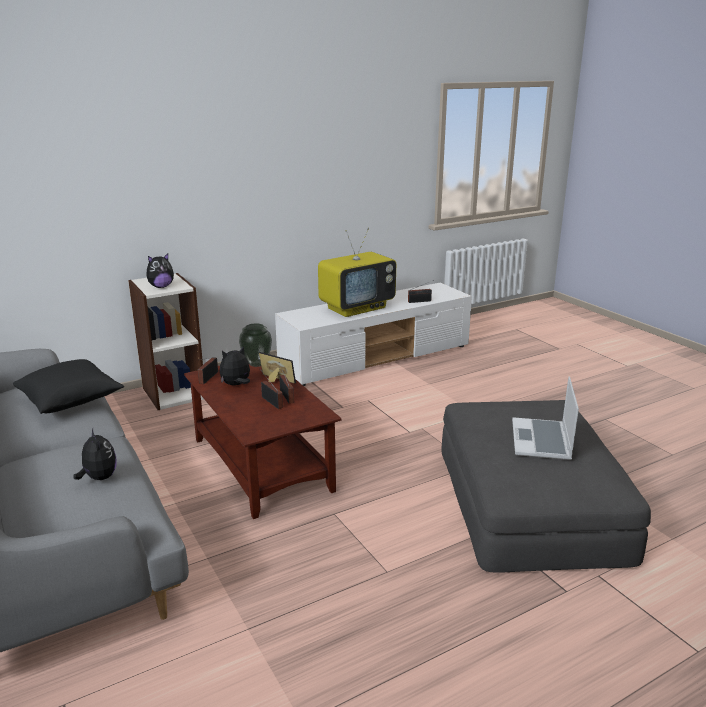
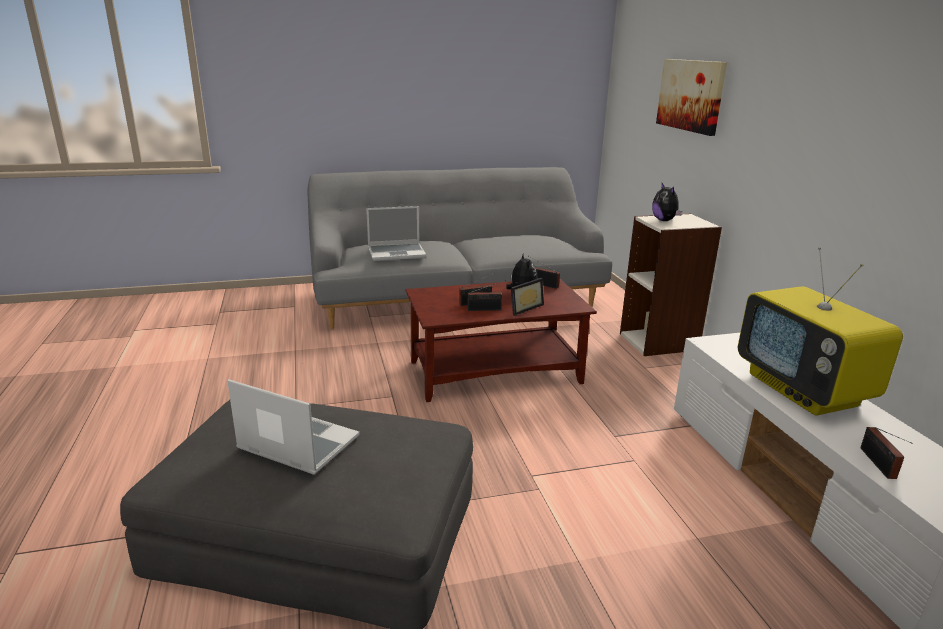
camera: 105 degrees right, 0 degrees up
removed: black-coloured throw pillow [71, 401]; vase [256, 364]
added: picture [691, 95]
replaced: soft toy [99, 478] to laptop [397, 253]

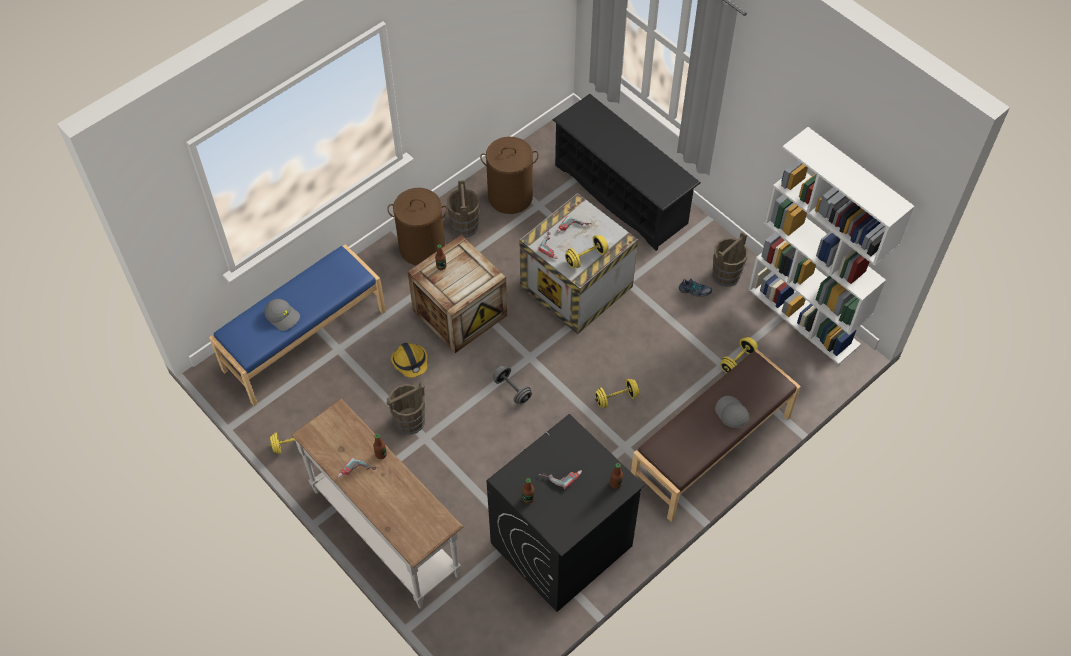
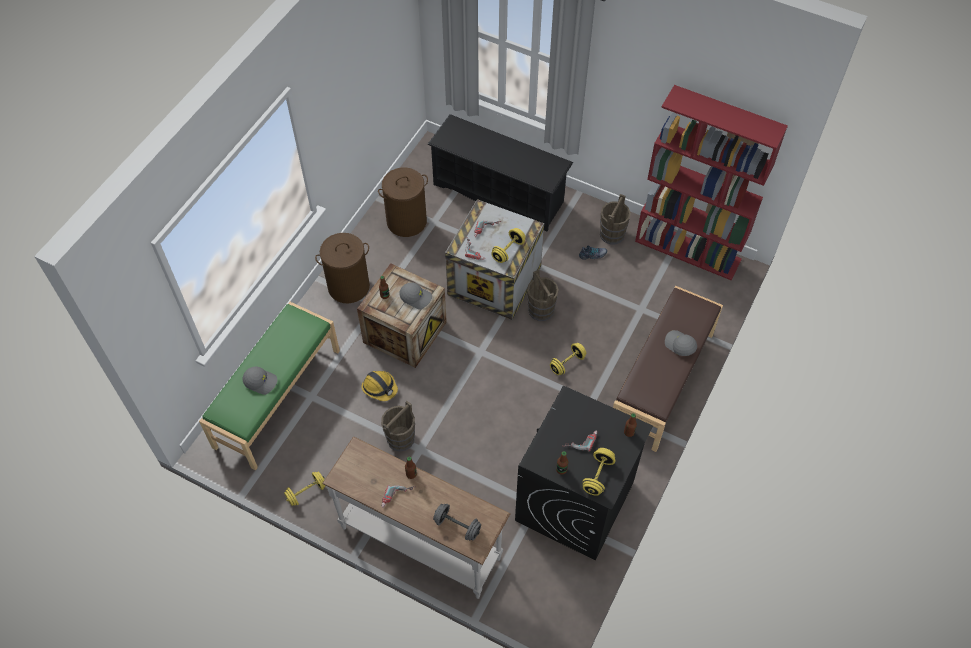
camera: 20 degrees left, 0 degrees up
added: grey baseball cap [416, 297]
moved: brown bucket [464, 226] to [541, 310]; grey dumbbell [512, 390] to [457, 526]; yellow-coloured dumbbell [737, 361] to [597, 476]
recoloured: blue indoor bench [304, 339] to green-coloured indoor bench [277, 397]; white bookcase [804, 317] to reddish bookcase [688, 250]

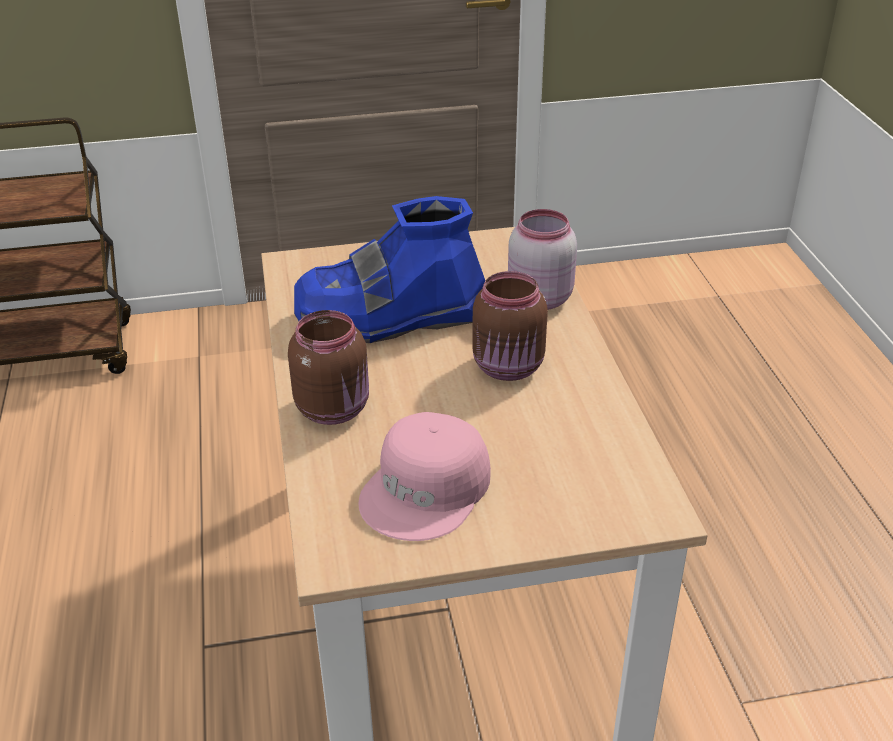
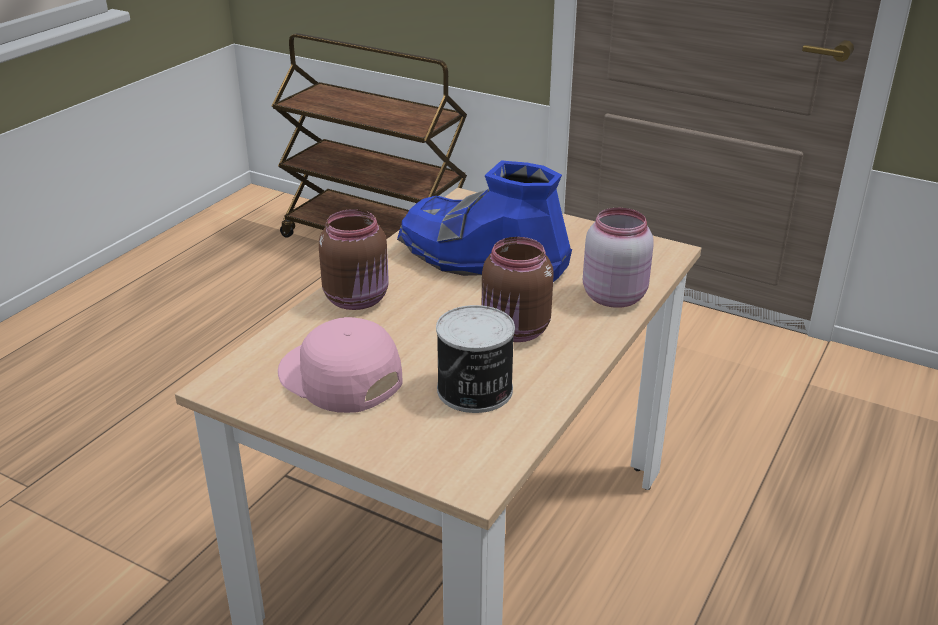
camera: 40 degrees right, 5 degrees down
added: can [475, 391]
turned: pink-coloured baseball cap [428, 489] = [339, 377] 60 degrees clockwise

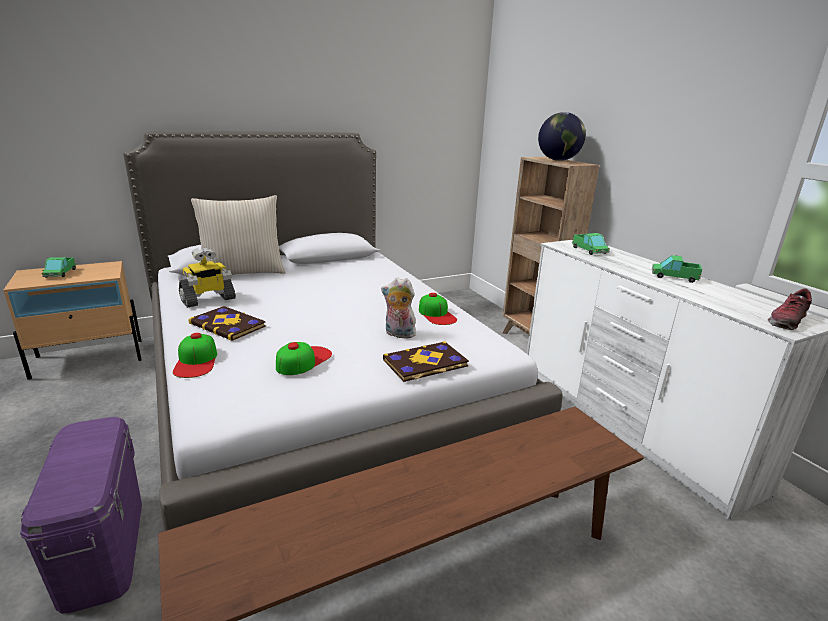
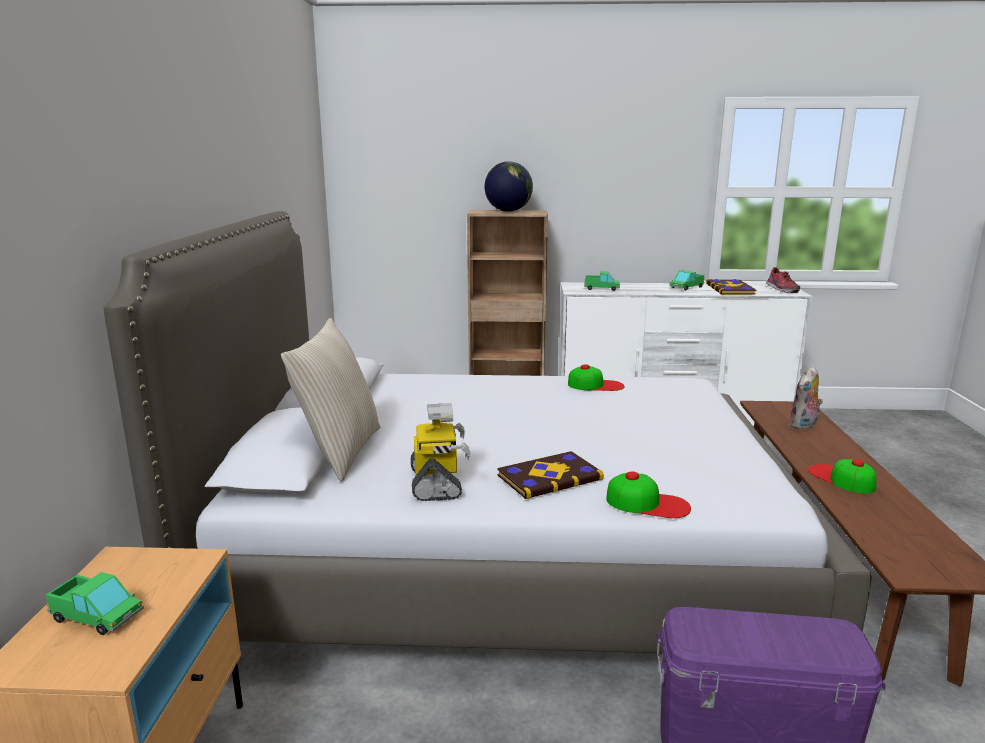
camera: 60 degrees left, 5 degrees down
moved: baseball cap [303, 360] to [841, 478]; soft toy [398, 334] to [804, 426]; bound book [425, 364] to [730, 289]

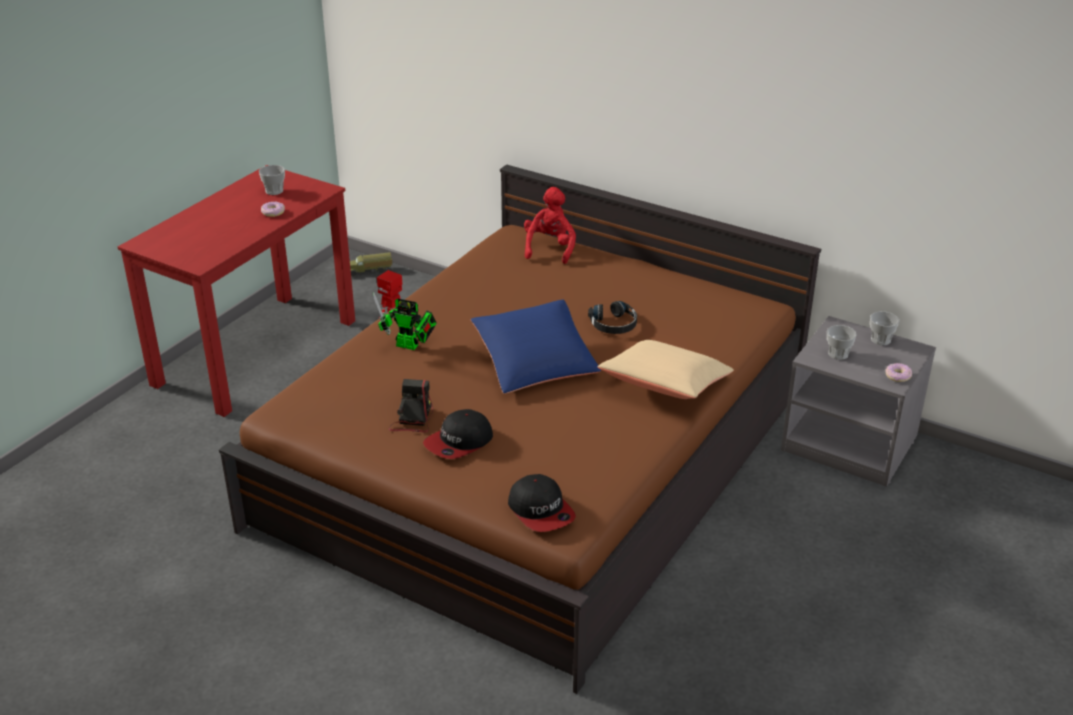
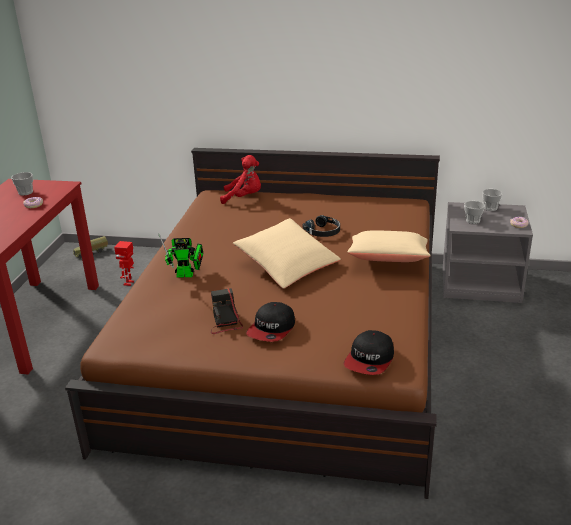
camera: 20 degrees left, 5 degrees down
recoloured: blue throw pillow [534, 362] to beige throw pillow [287, 265]
turned: baseball cap [541, 511] = [370, 360] 75 degrees clockwise; reddish soft toy [550, 248] = [244, 198] 105 degrees clockwise

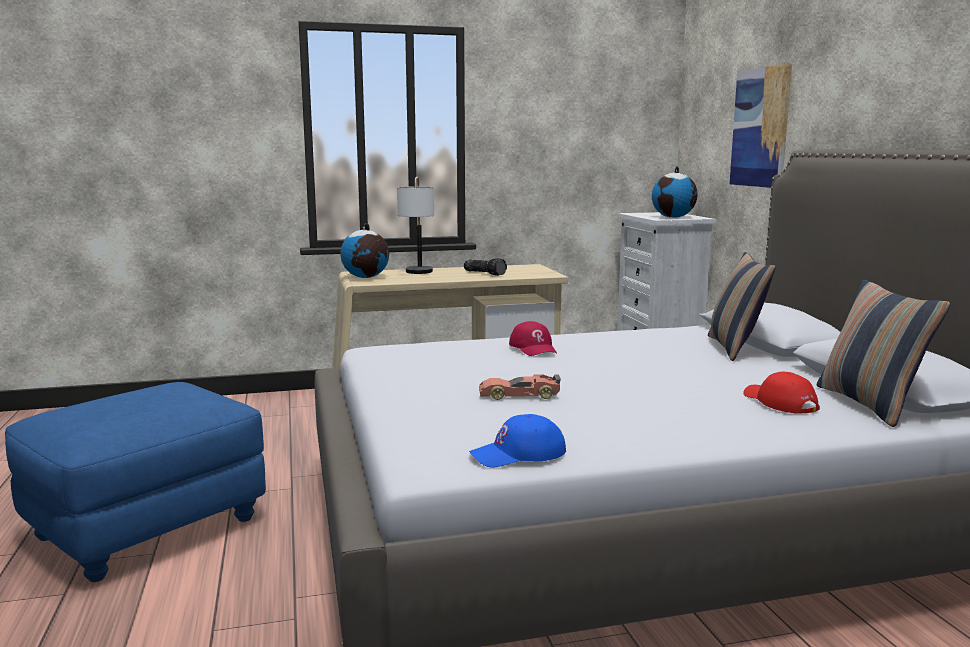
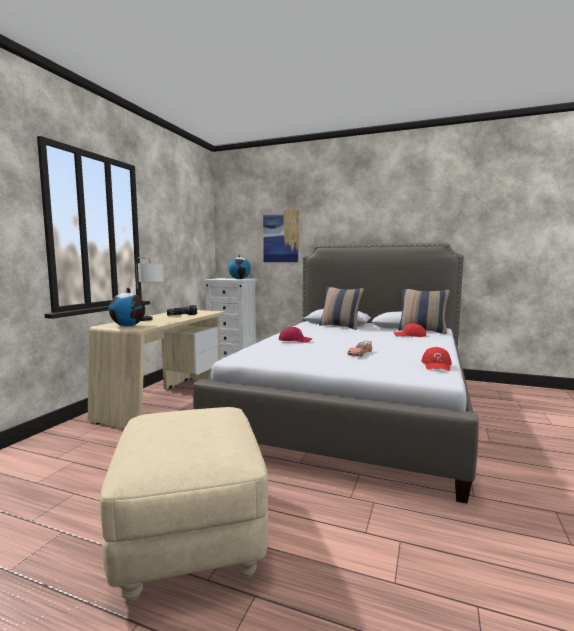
camera: 55 degrees left, 5 degrees down
recoloured: blue ottoman [148, 527] to beige ottoman [190, 534]; blue baseball cap [518, 454] to reddish baseball cap [437, 365]

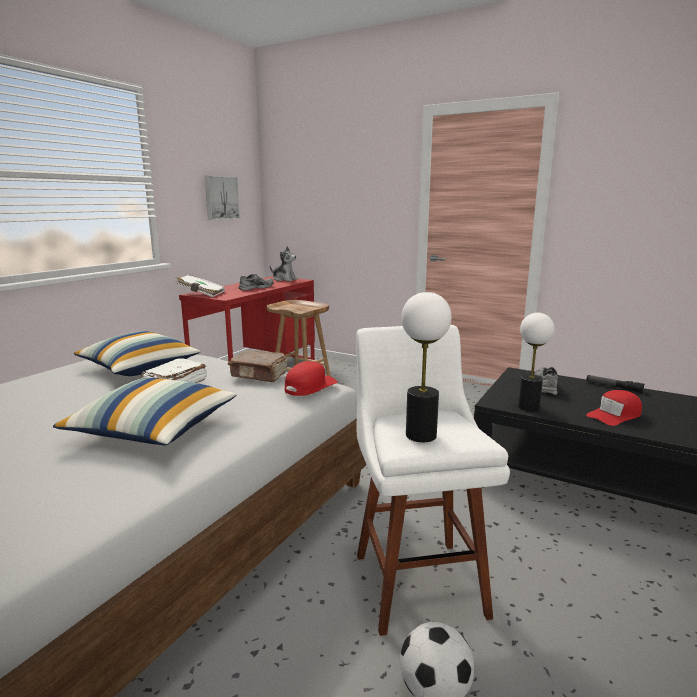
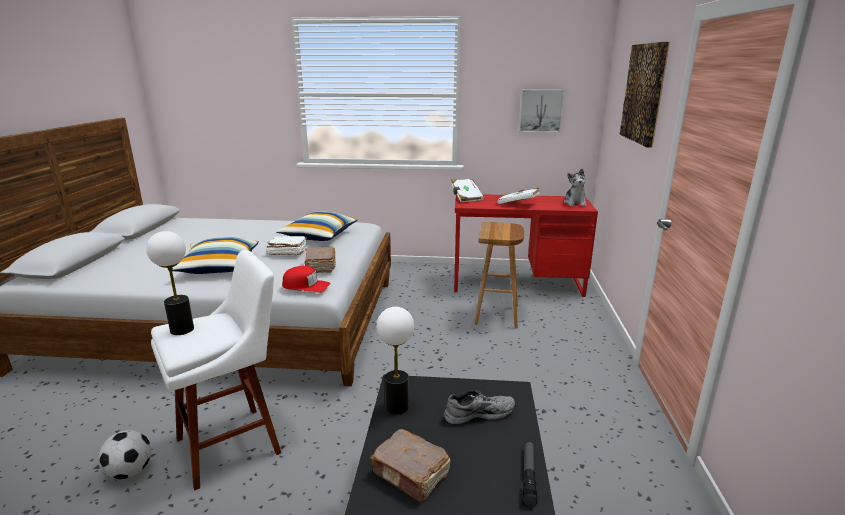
camera: 65 degrees right, 5 degrees up
added: picture [644, 93]
replaced: grey low shoe [255, 288] to white bound book [518, 204]; reddish baseball cap [615, 415] to brown bound book [411, 474]

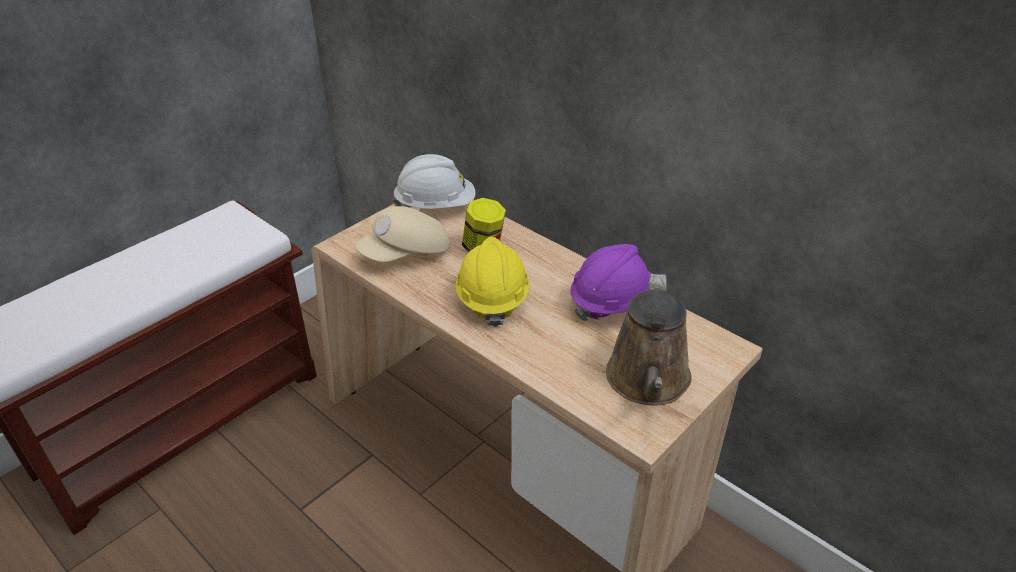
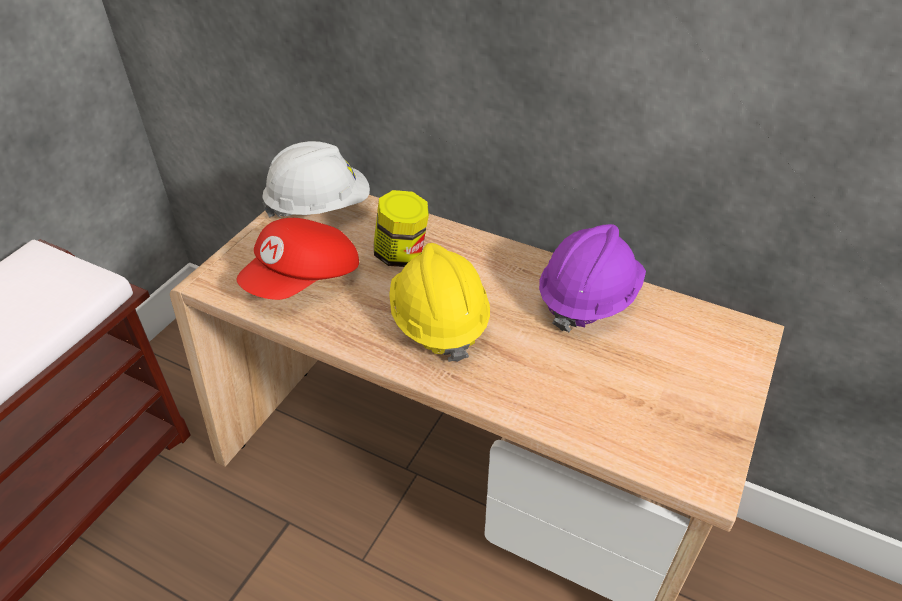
camera: 15 degrees left, 5 degrees up
removed: brown watering pot [648, 382]
recoloured: beige baseball cap [406, 254] to reddish baseball cap [304, 280]

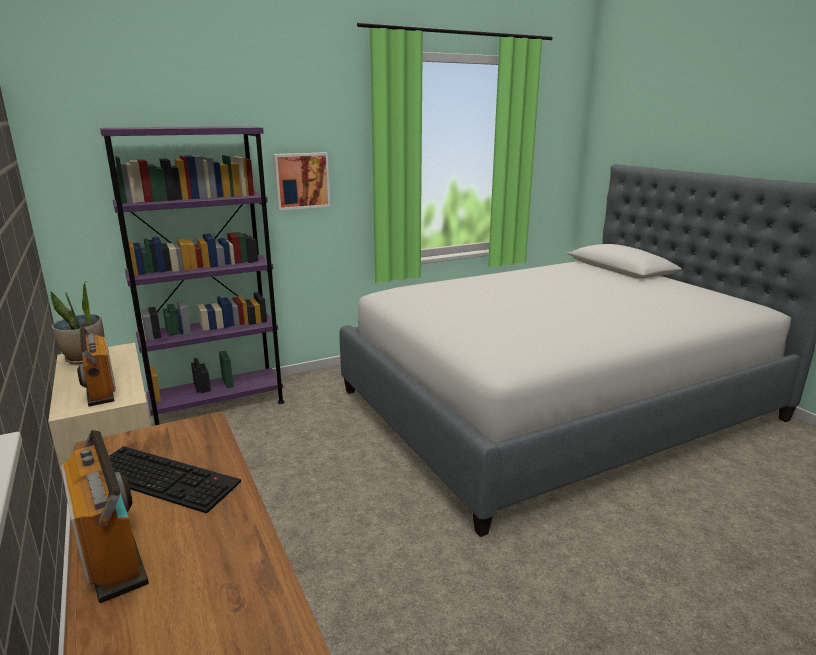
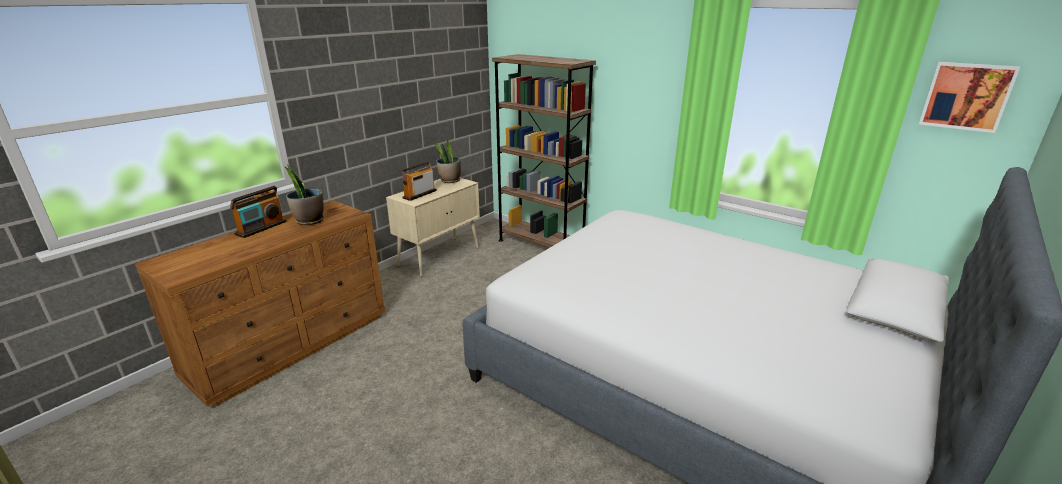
camera: 65 degrees right, 5 degrees up
moved: picture [301, 180] to [966, 96]
replaced: PC keyboard [165, 478] to potted plant [309, 221]
recoloured: purple bookcase [217, 404] to brown bookcase [541, 245]

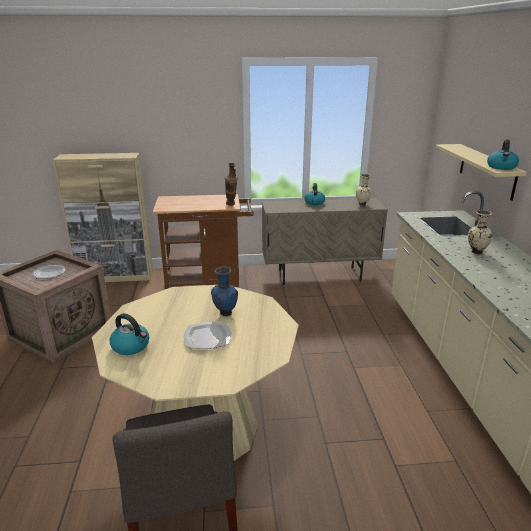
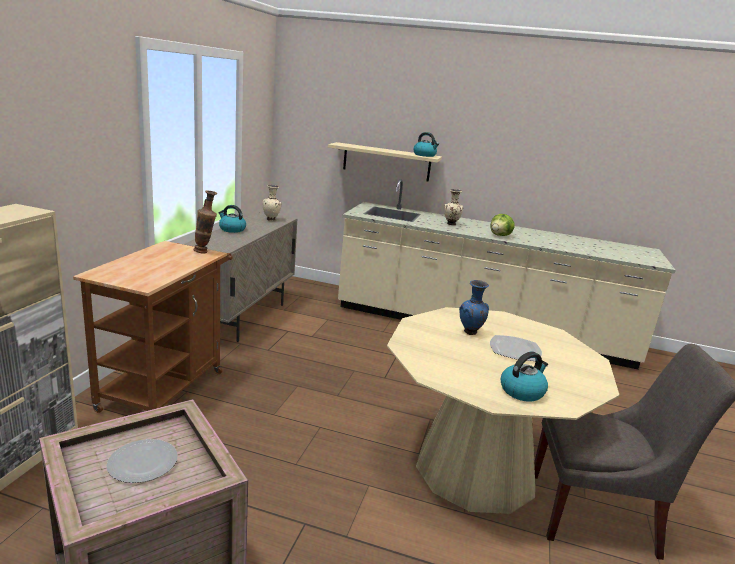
camera: 70 degrees left, 5 degrees down
added: head of lettuce [500, 235]

